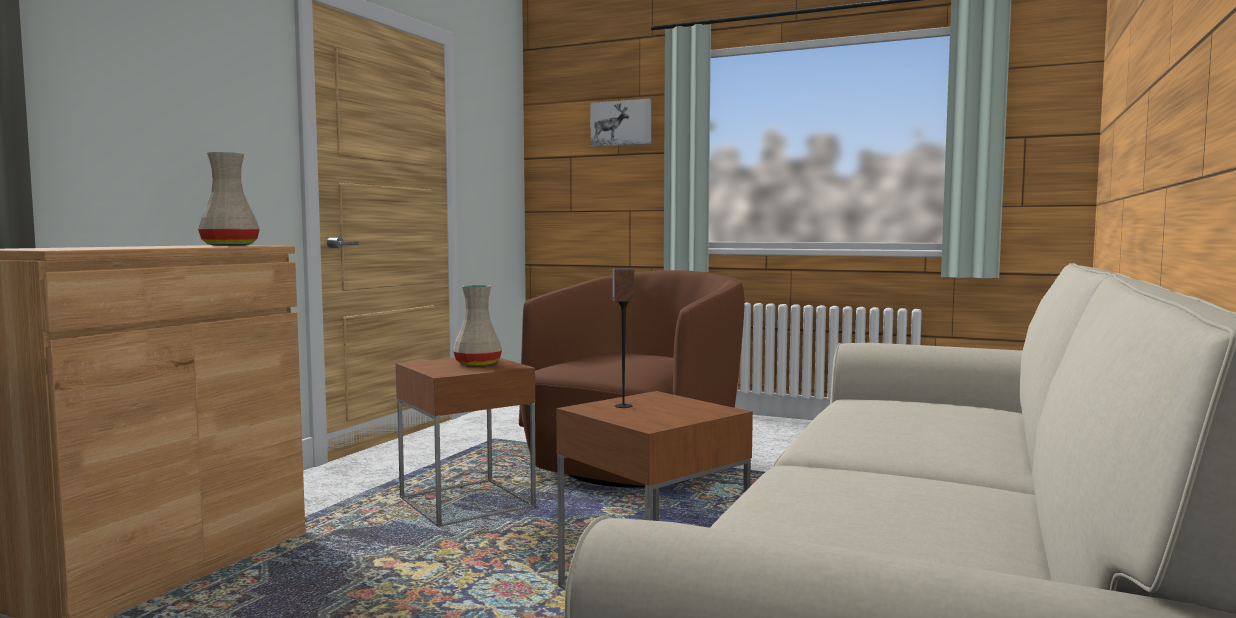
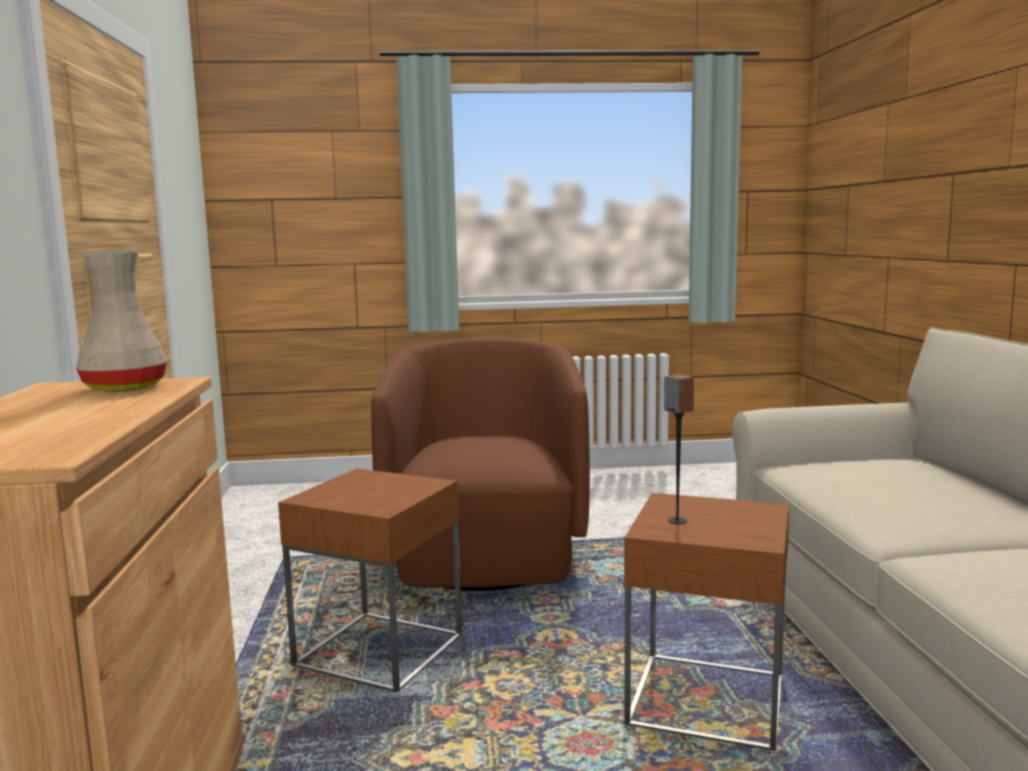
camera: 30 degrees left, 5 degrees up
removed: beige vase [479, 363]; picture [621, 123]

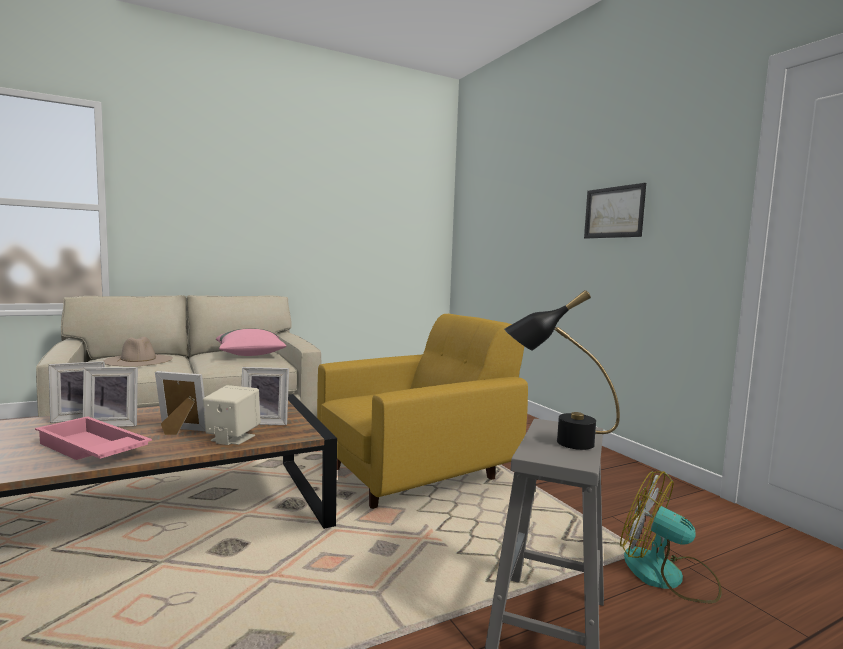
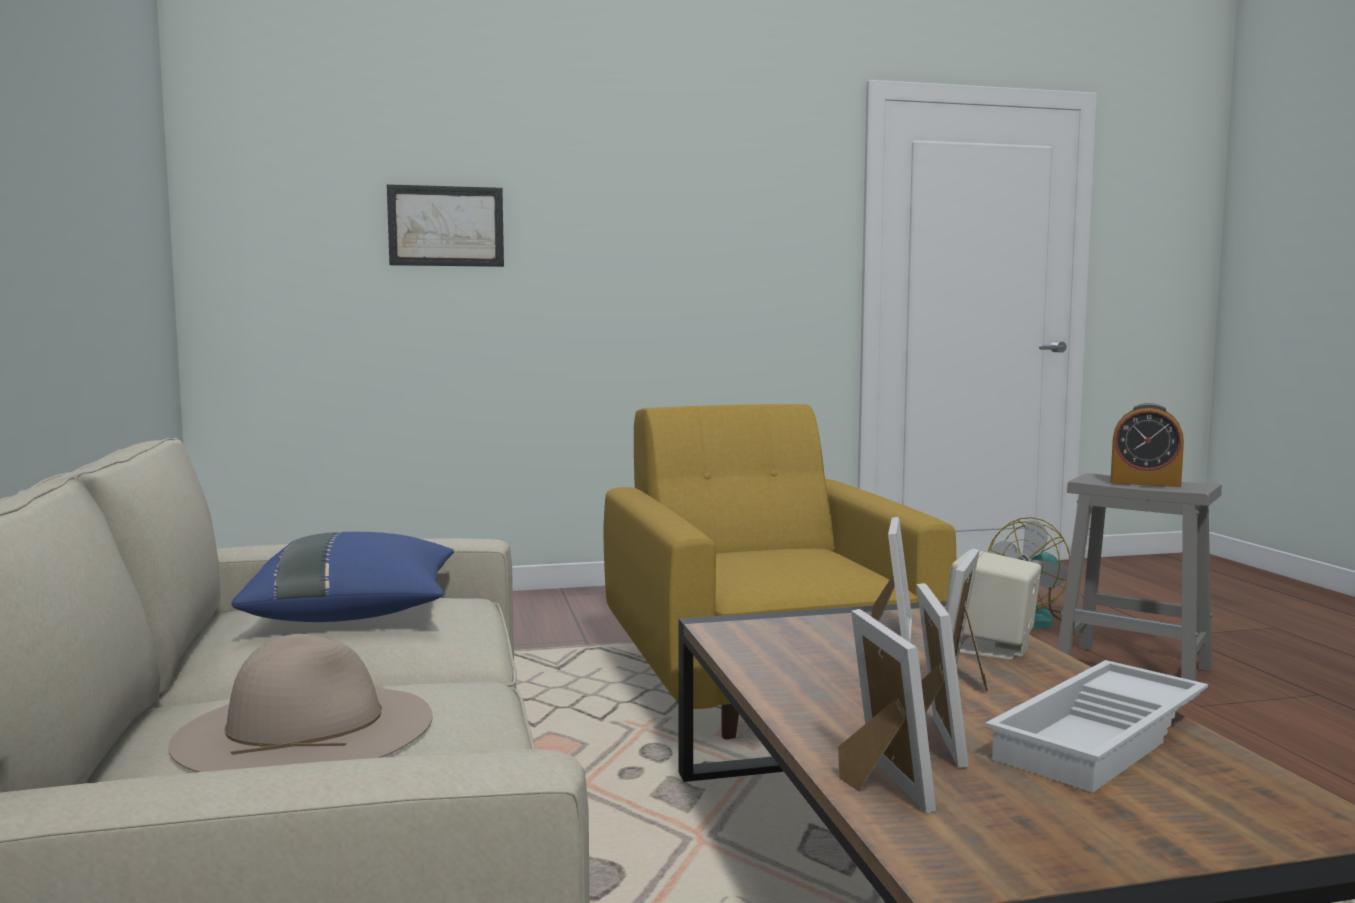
camera: 75 degrees left, 0 degrees up
moved: picture [613, 212] to [446, 226]
replaced: black-coloured lamp for a table [556, 441] to alarm clock [1145, 483]
recoloured: pink-coloured tray [90, 449] to white tray [1103, 739]; pink-coloured throw pillow [250, 355] to blue throw pillow [355, 613]

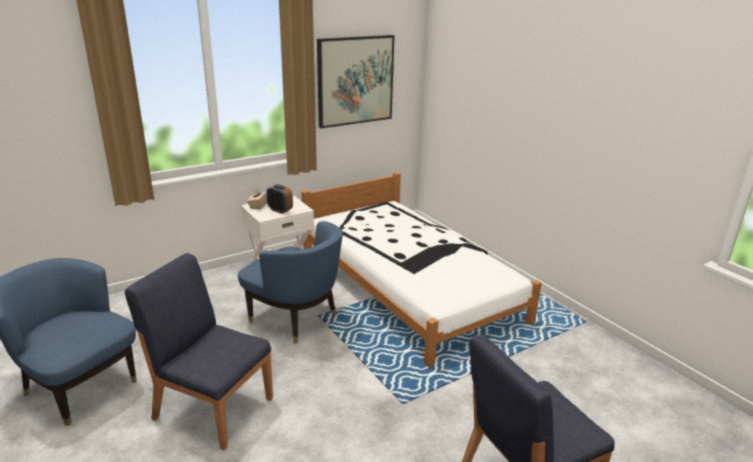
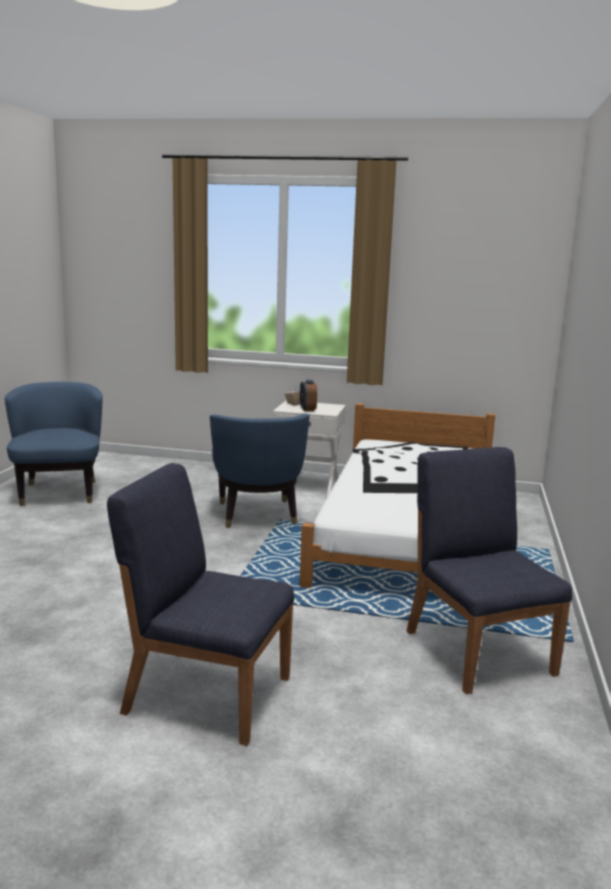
camera: 45 degrees right, 10 degrees down
removed: picture [355, 80]
moved: blue plain chair [213, 407] to [478, 651]

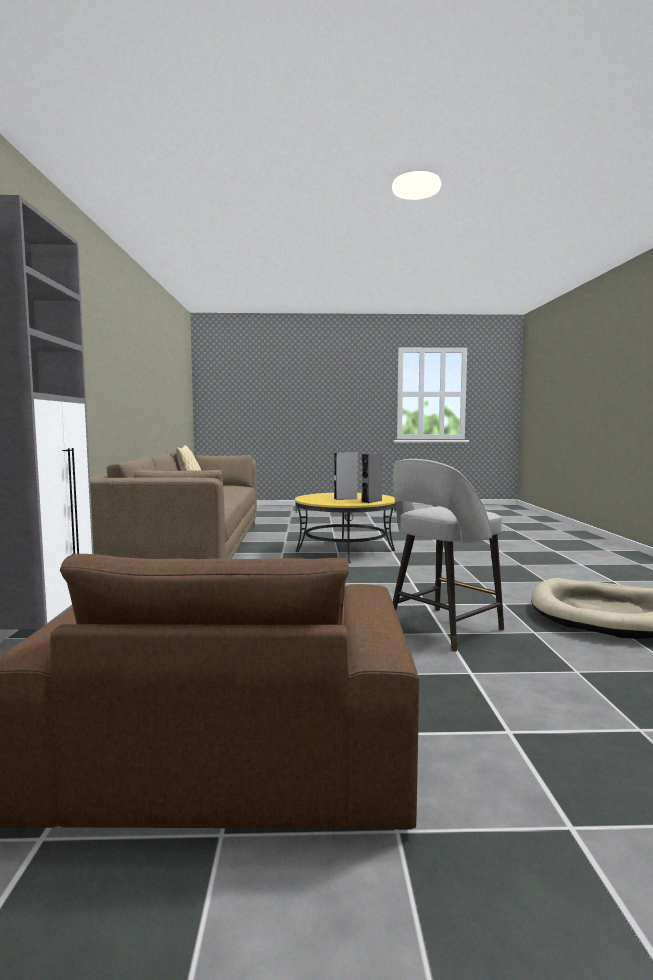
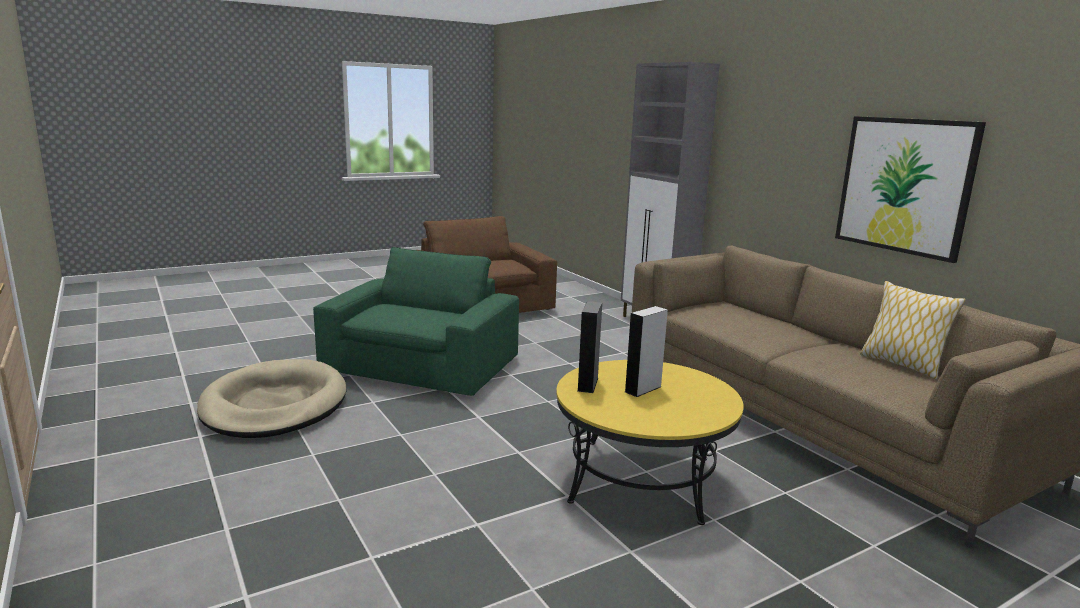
camera: 150 degrees right, 10 degrees up
added: picture [904, 185]
replaced: grey sitting stool [442, 629] to green-coloured armchair [420, 365]

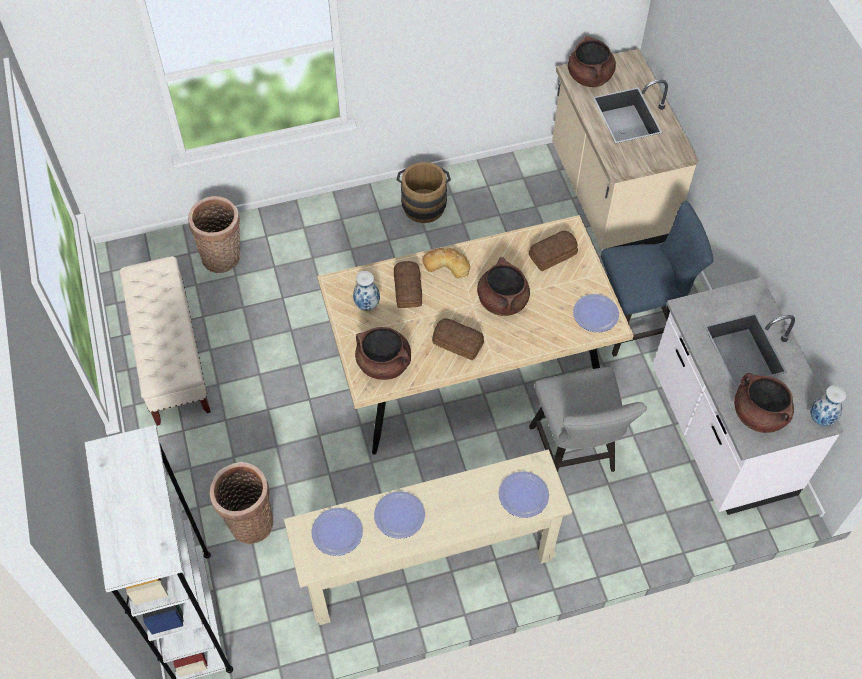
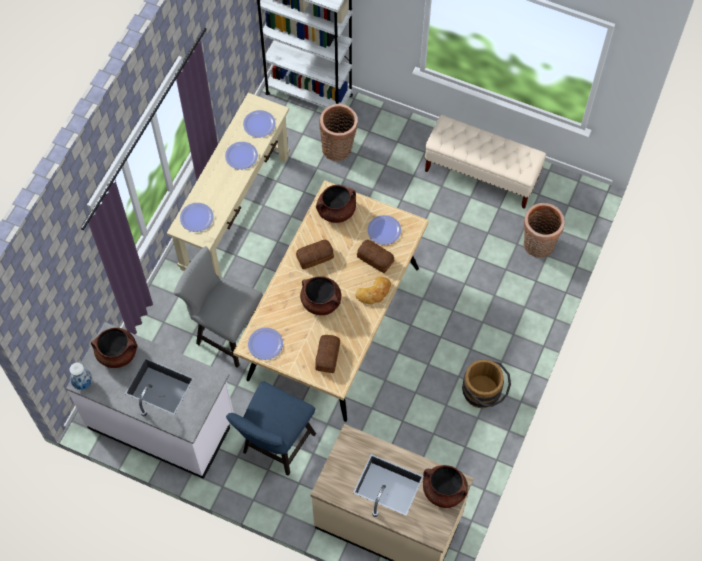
camera: 130 degrees right, 5 degrees up
replaced: vase [366, 304] to flat dish [384, 230]

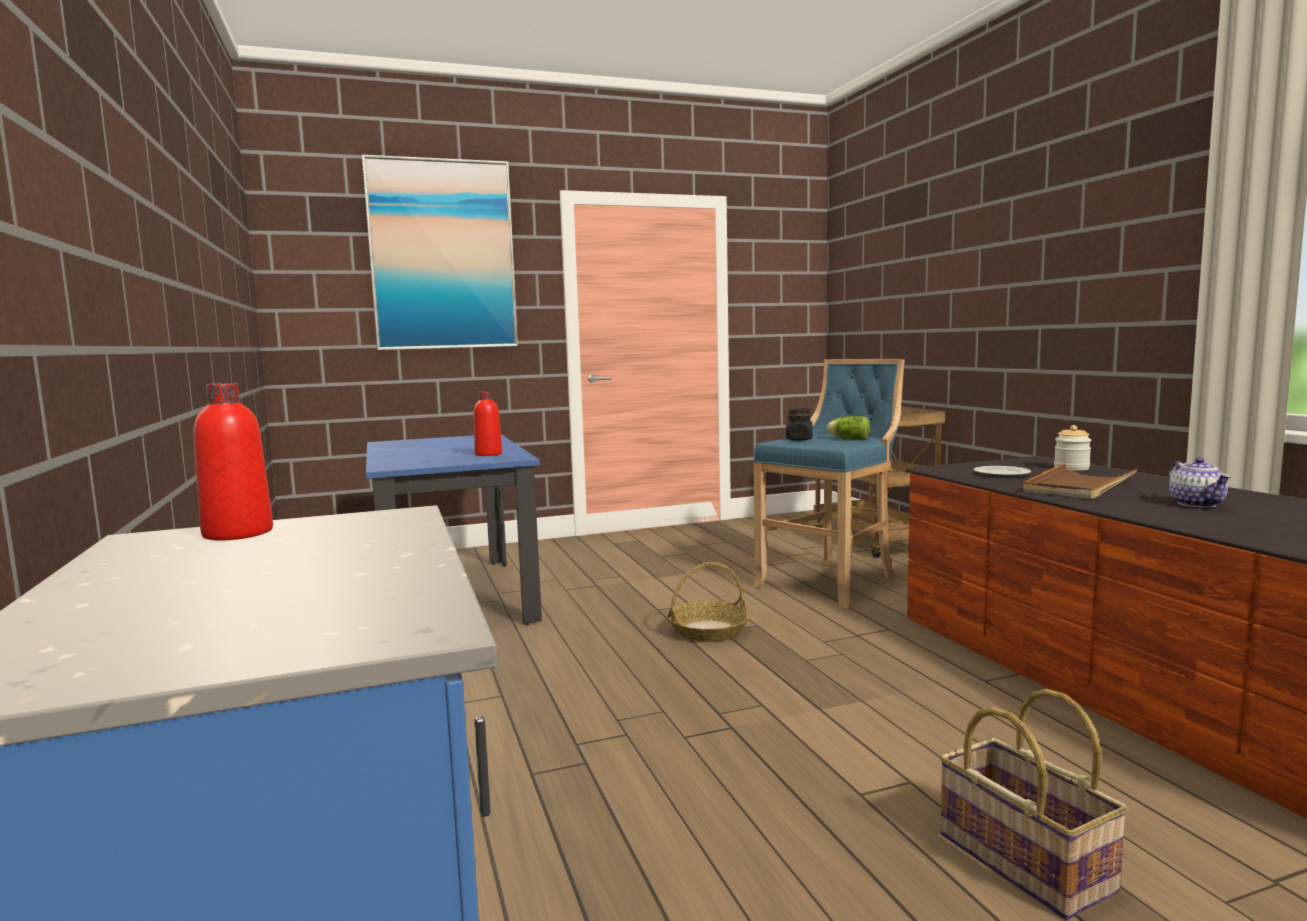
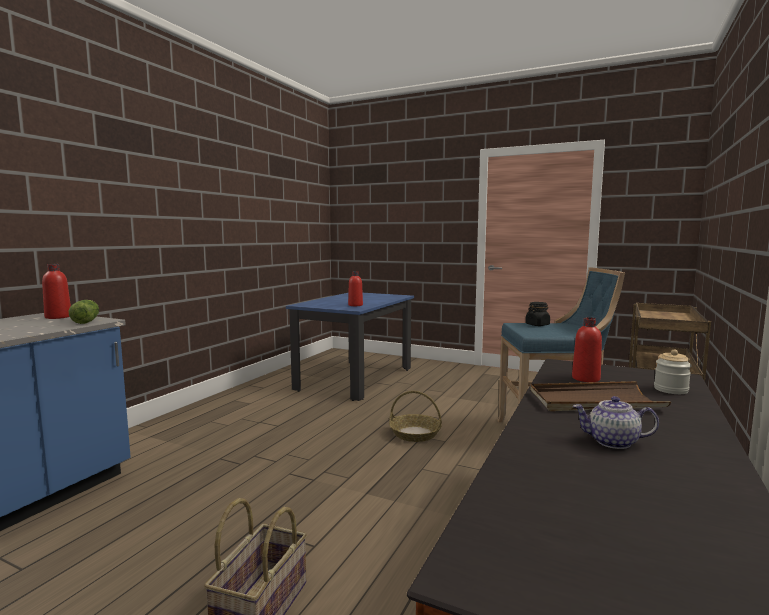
camera: 45 degrees right, 0 degrees up
removed: picture [443, 255]
moved: head of lettuce [848, 439] to [87, 321]
replaced: flat dish [1002, 474] to reddish bottle [586, 378]
turned: tea pot [1197, 504] = [612, 442] 60 degrees clockwise

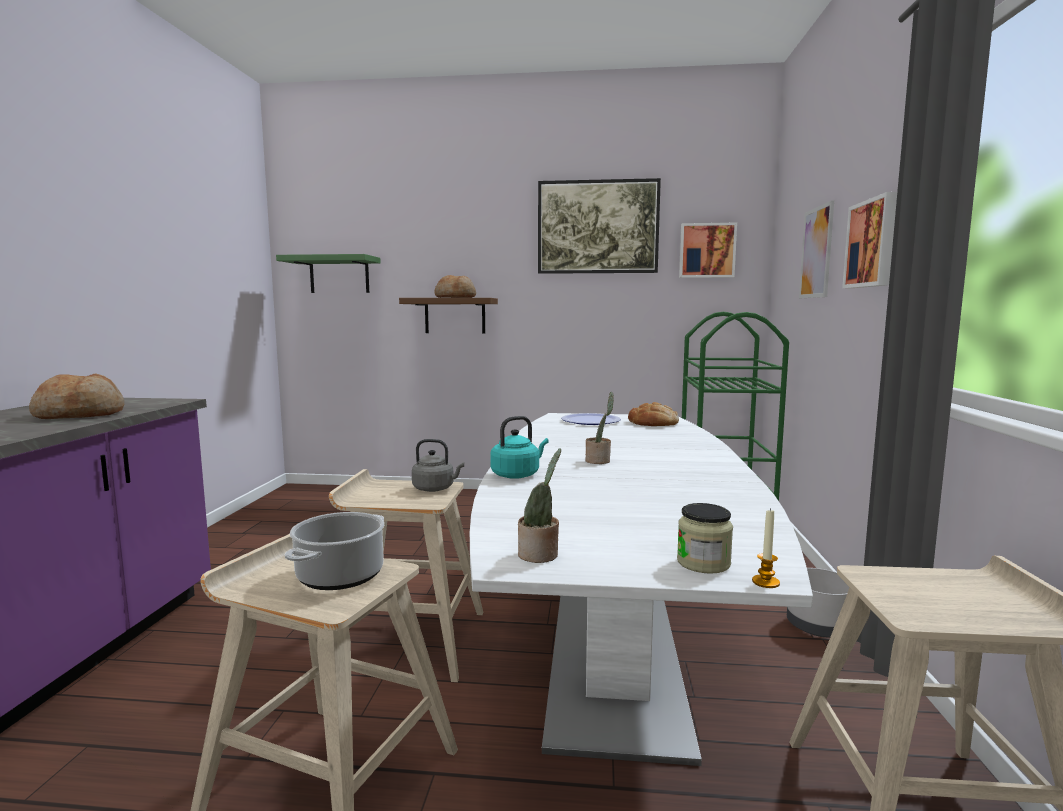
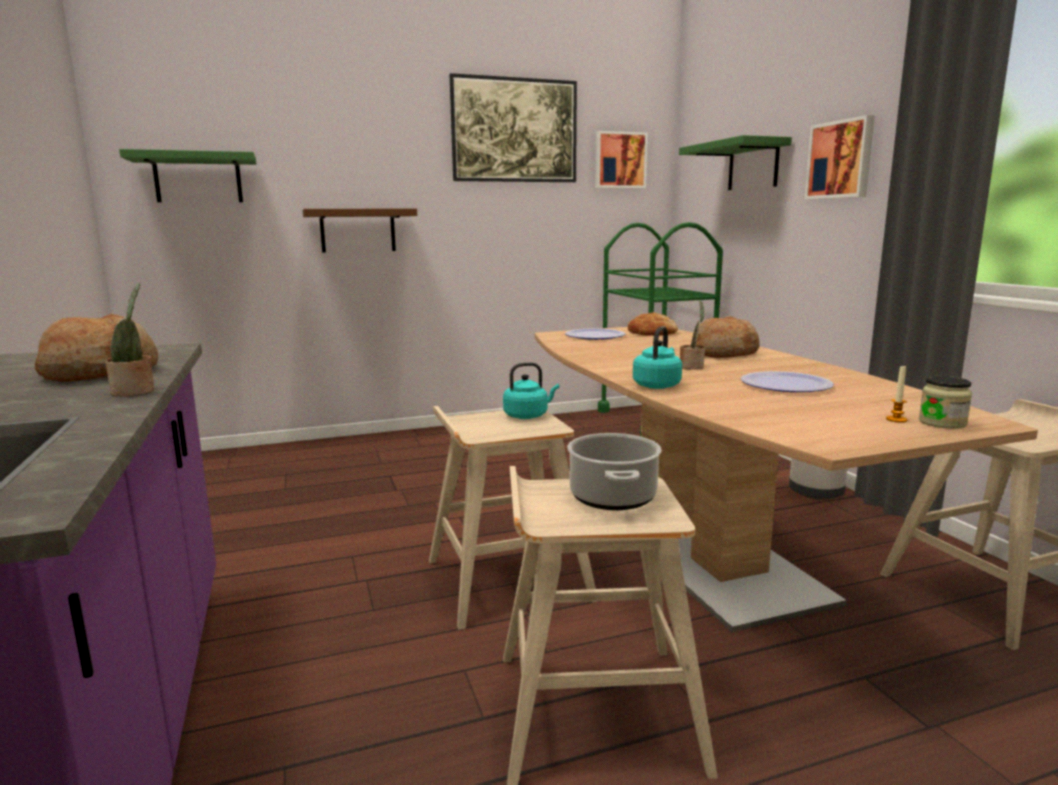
camera: 25 degrees left, 5 degrees up
added: flat dish [785, 384]
moved: baked bread [456, 297] to [724, 353]; potted plant [540, 555] to [135, 392]; wax candle [765, 582] to [896, 419]
replaced: picture [816, 252] to green-coloured bracket shelf [753, 166]
recoloured: grey water kettle [435, 489] to blue-green water kettle [528, 416]; white kitchen table [614, 652] to brown kitchen table [696, 545]

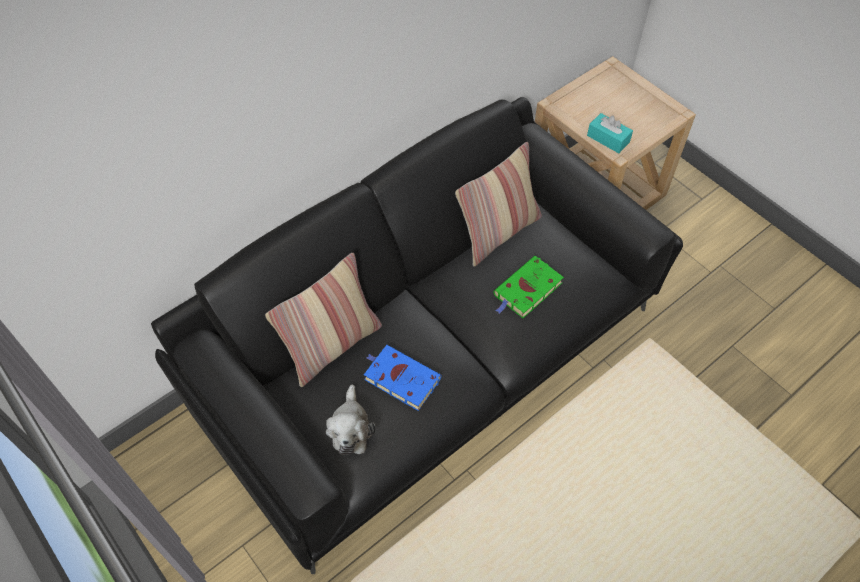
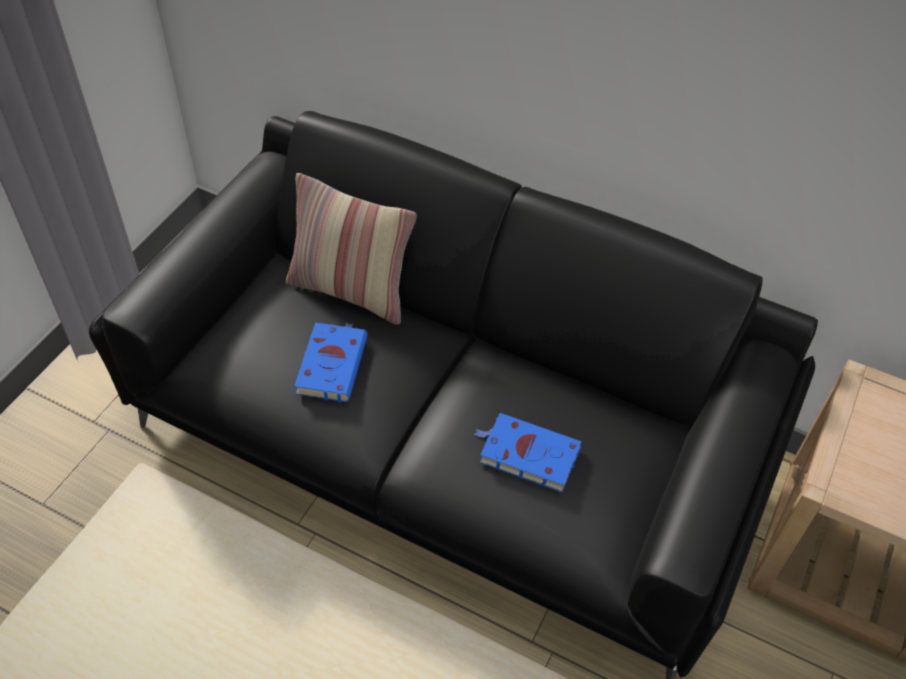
camera: 65 degrees right, 5 degrees down
removed: soft toy [350, 428]; throw pillow [498, 233]; blue-green tissue box [608, 139]
recoloured: green-coloured bound book [527, 290] to blue bound book [526, 455]

